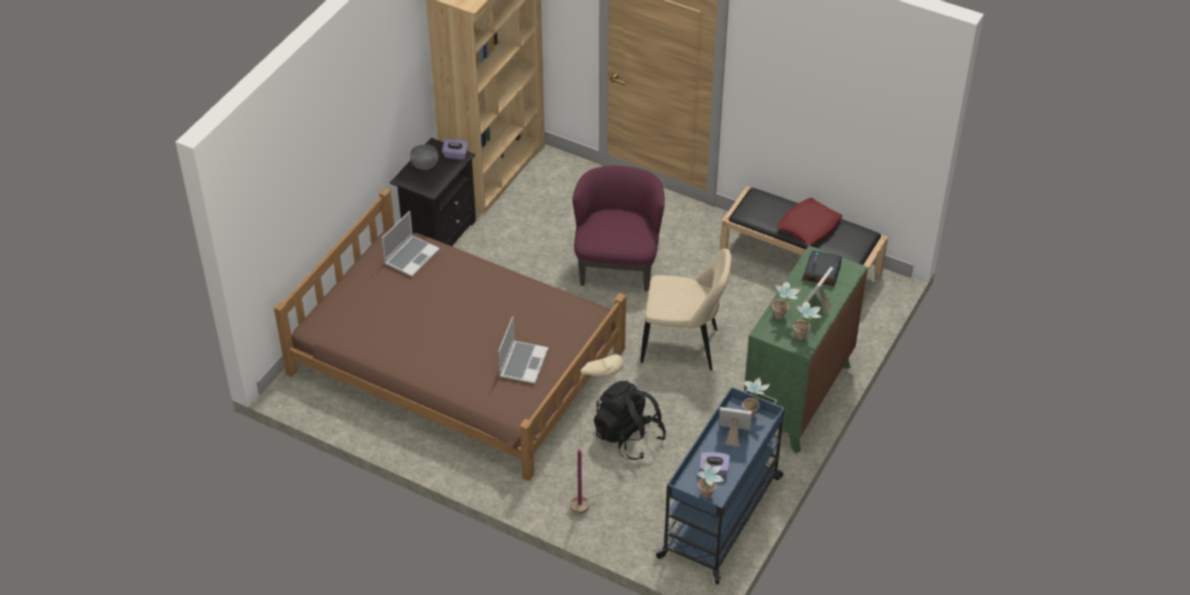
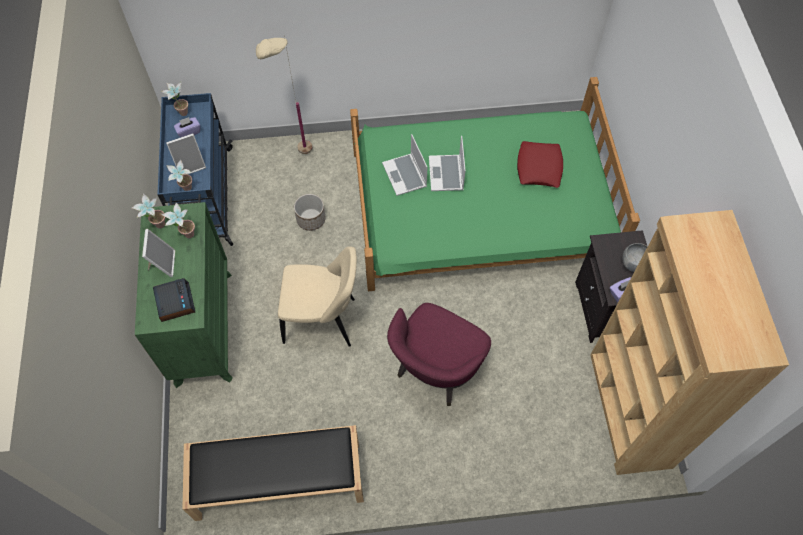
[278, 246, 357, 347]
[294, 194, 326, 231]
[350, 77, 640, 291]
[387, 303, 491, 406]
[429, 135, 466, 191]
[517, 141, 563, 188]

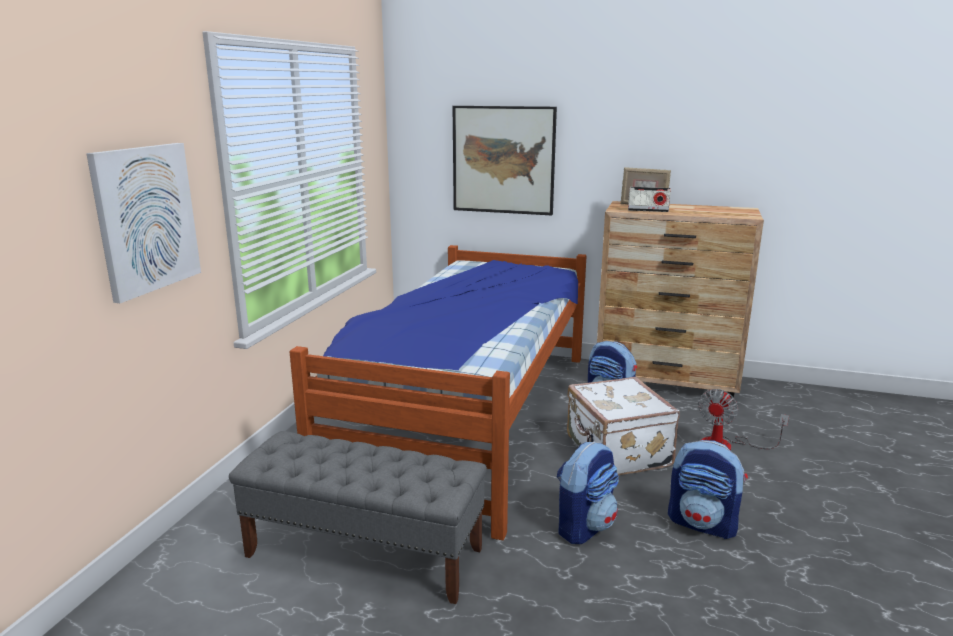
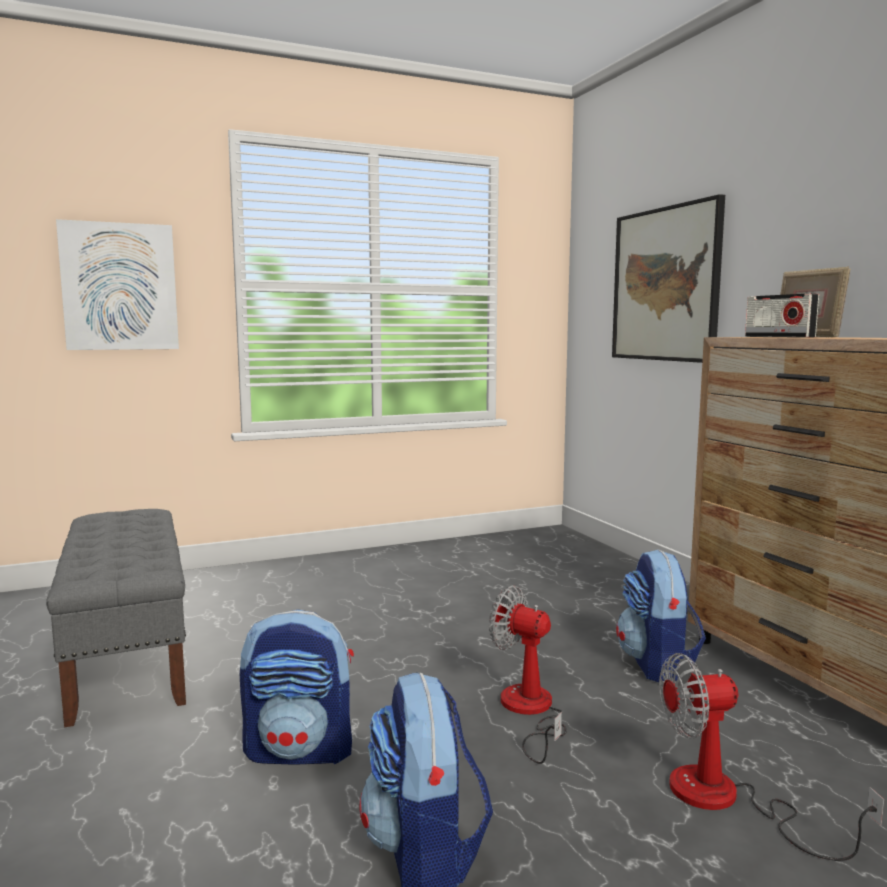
[489, 586, 567, 764]
[290, 245, 587, 540] (first image)

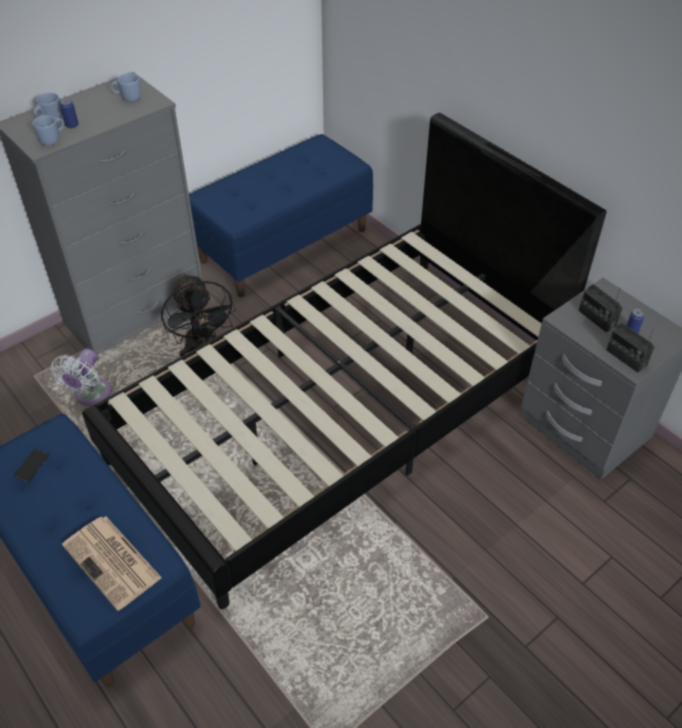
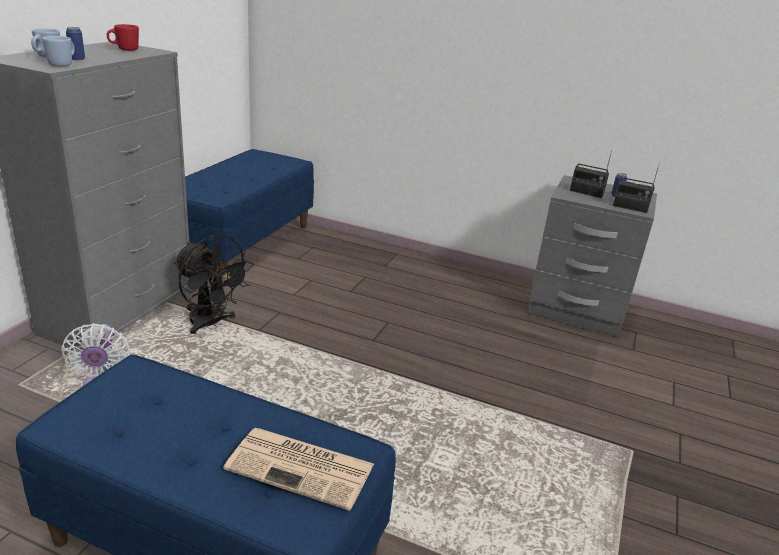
[107, 24, 139, 51]
[14, 449, 49, 482] (first image)
[82, 113, 607, 609] (first image)

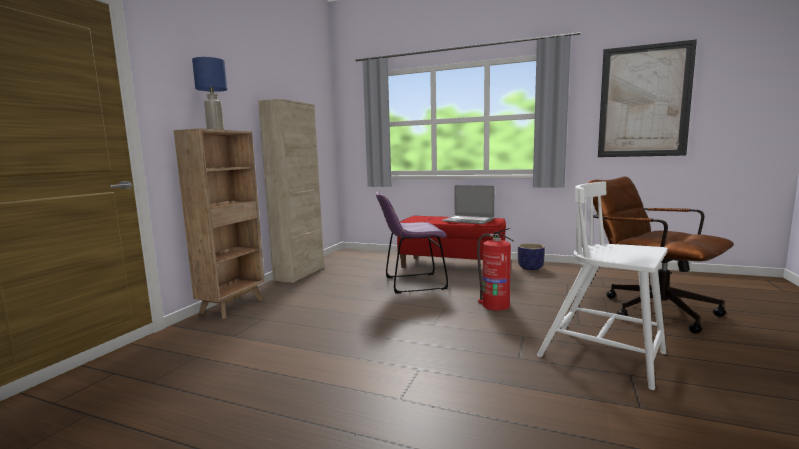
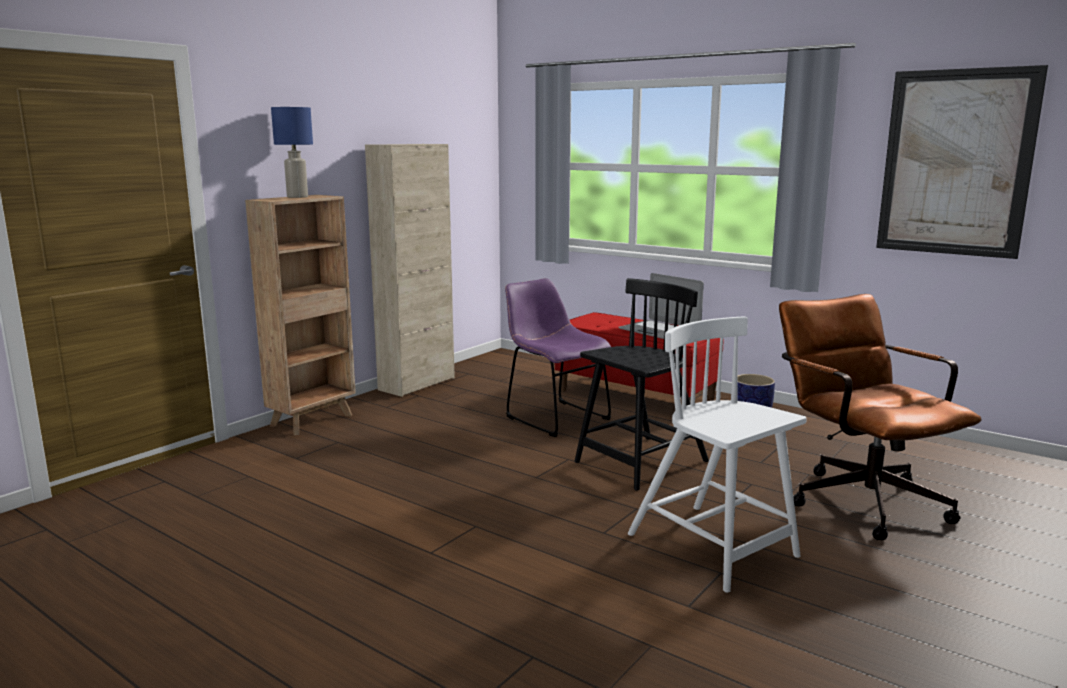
[505, 278, 611, 437]
[574, 278, 709, 490]

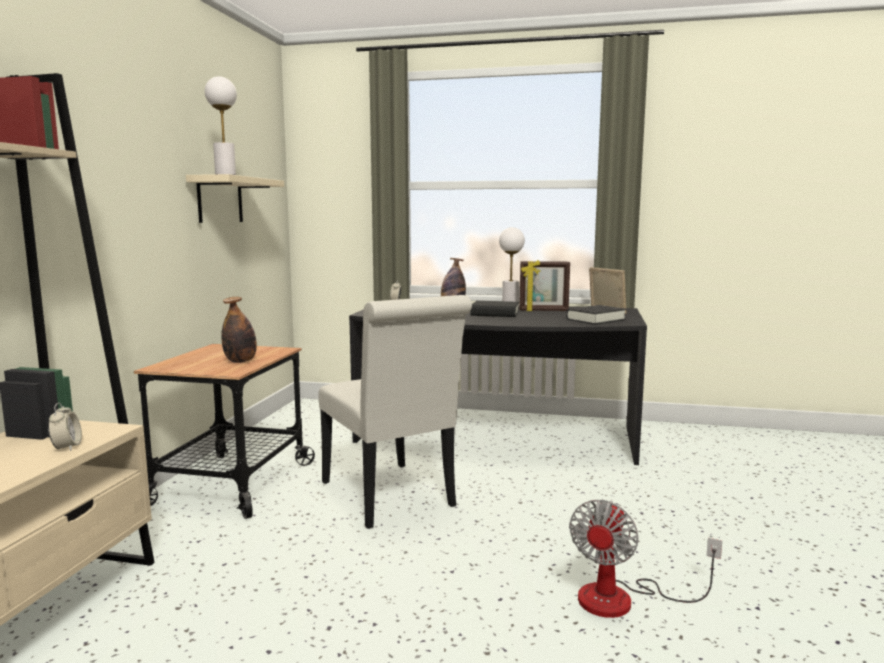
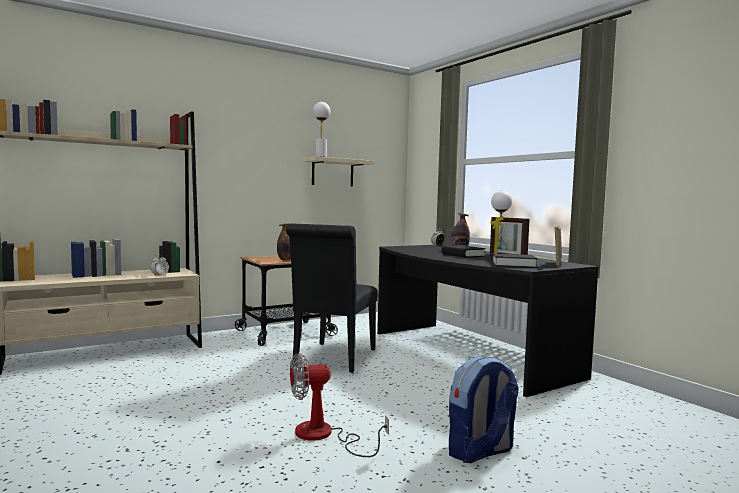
[286, 223, 378, 373]
[449, 356, 519, 463]

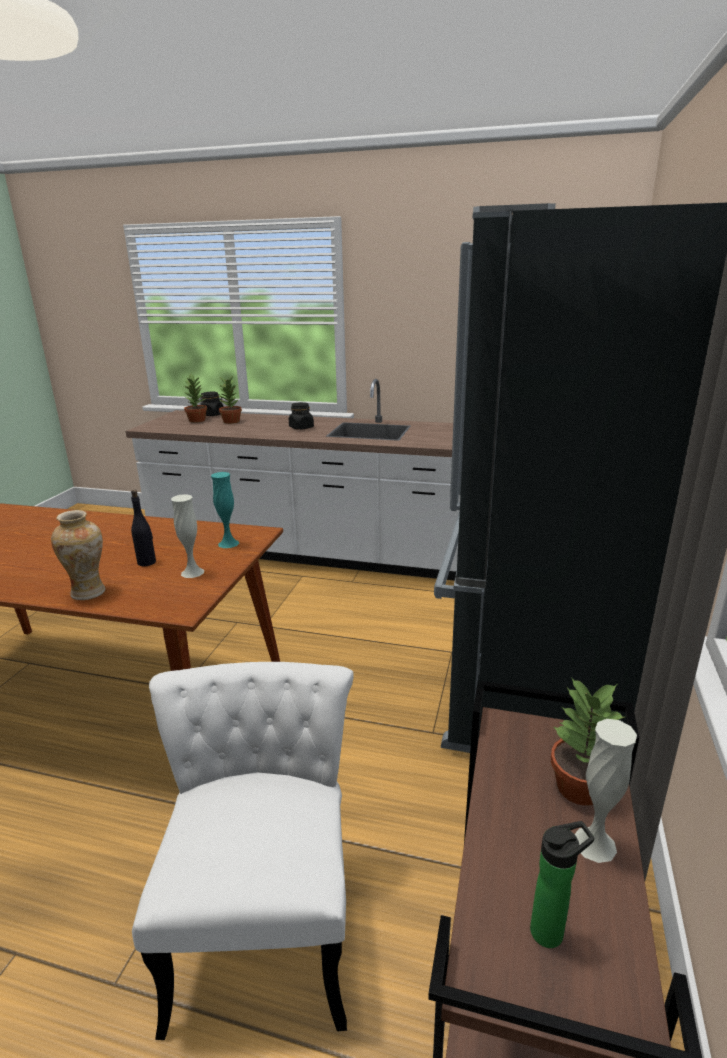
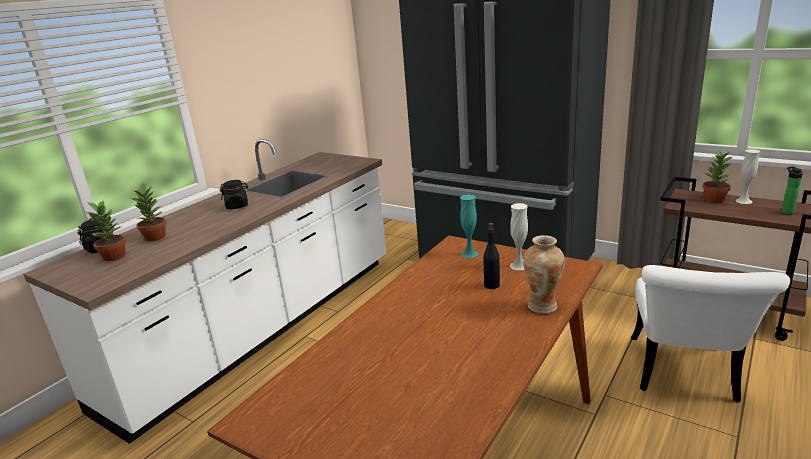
[631, 265, 790, 403]

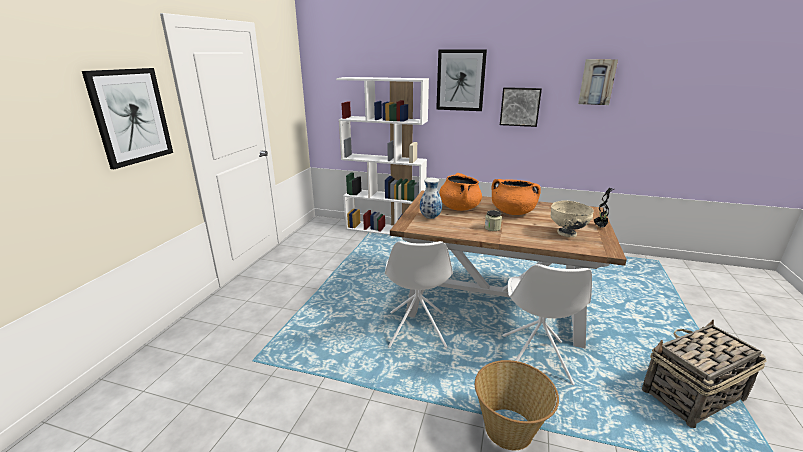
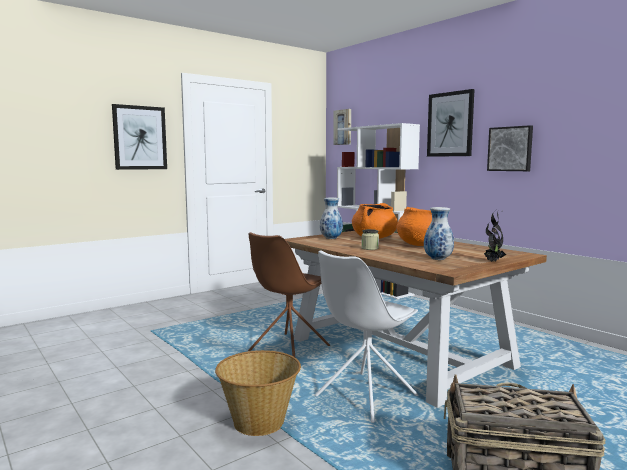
[248, 232, 330, 357]
[333, 109, 351, 145]
[424, 207, 454, 260]

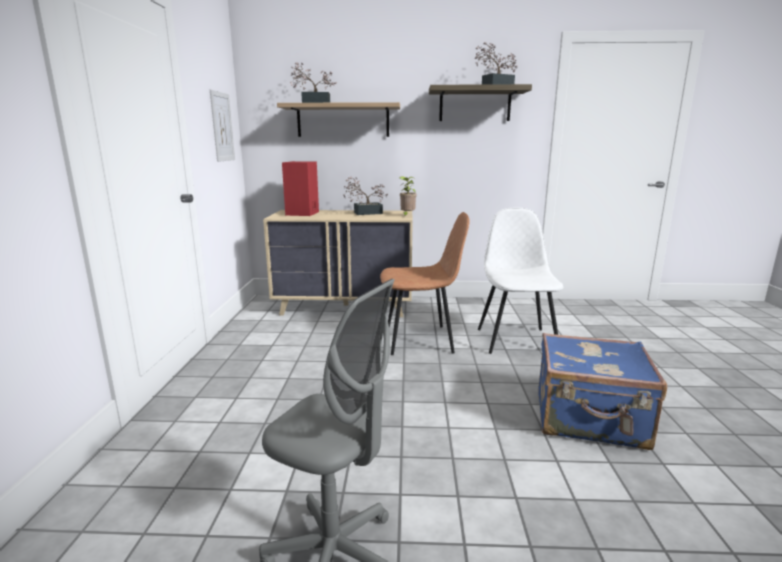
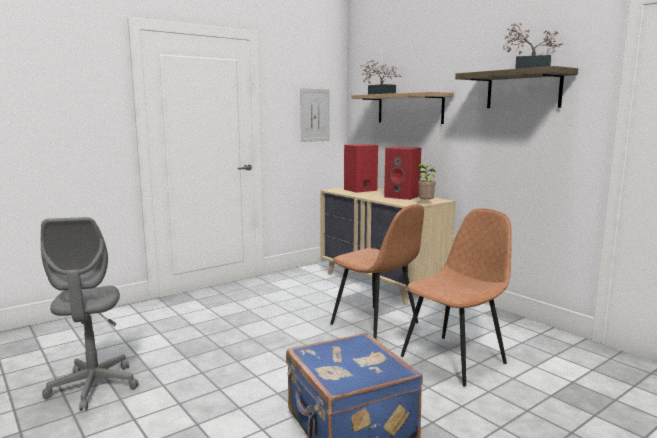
[384, 147, 421, 200]
[401, 208, 512, 387]

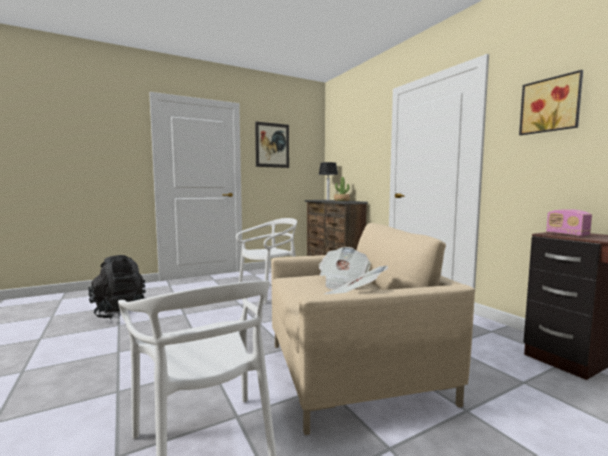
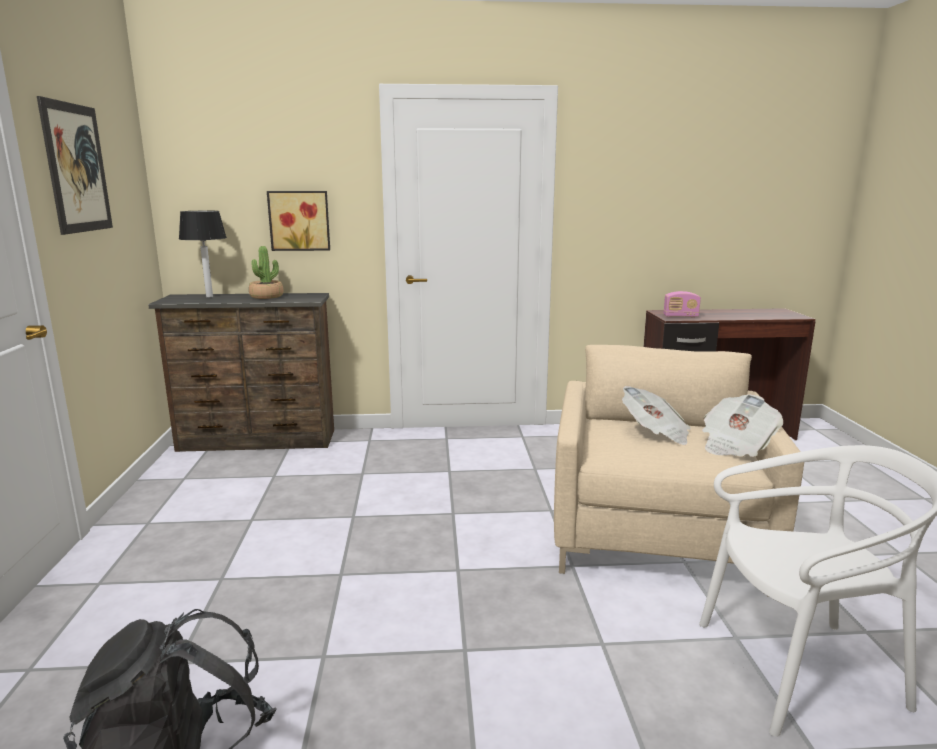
[267, 191, 330, 251]
[236, 218, 297, 304] (first image)

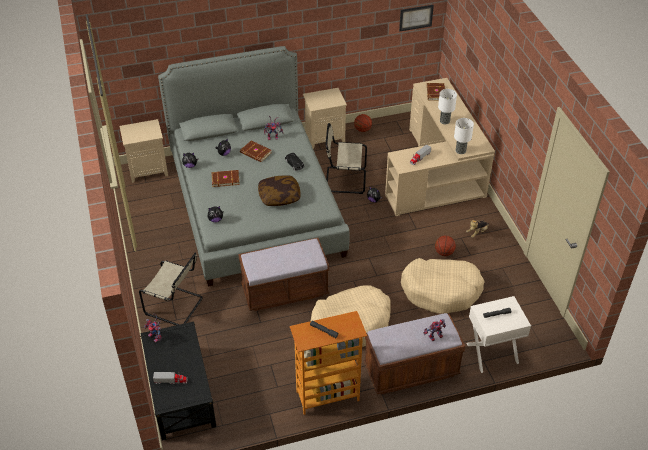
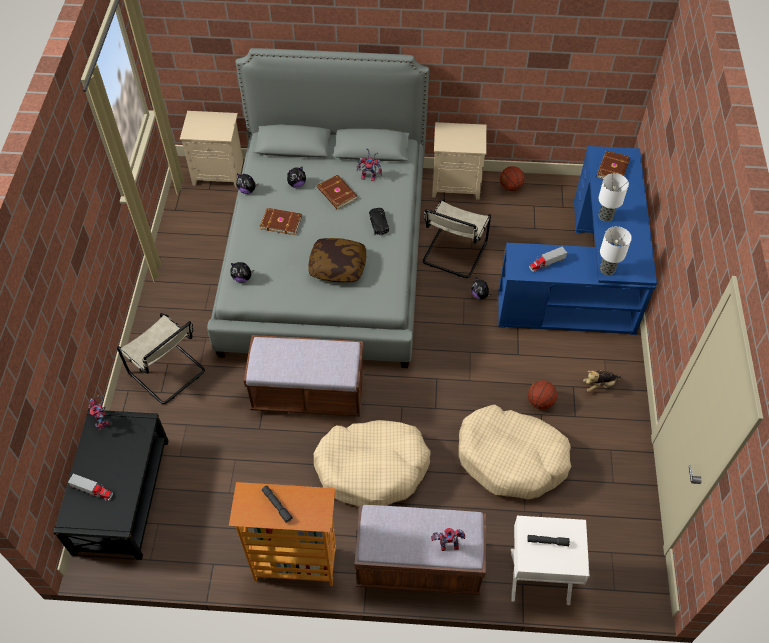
[423, 199, 491, 278]
[498, 146, 657, 335]
[399, 5, 434, 31] (first image)

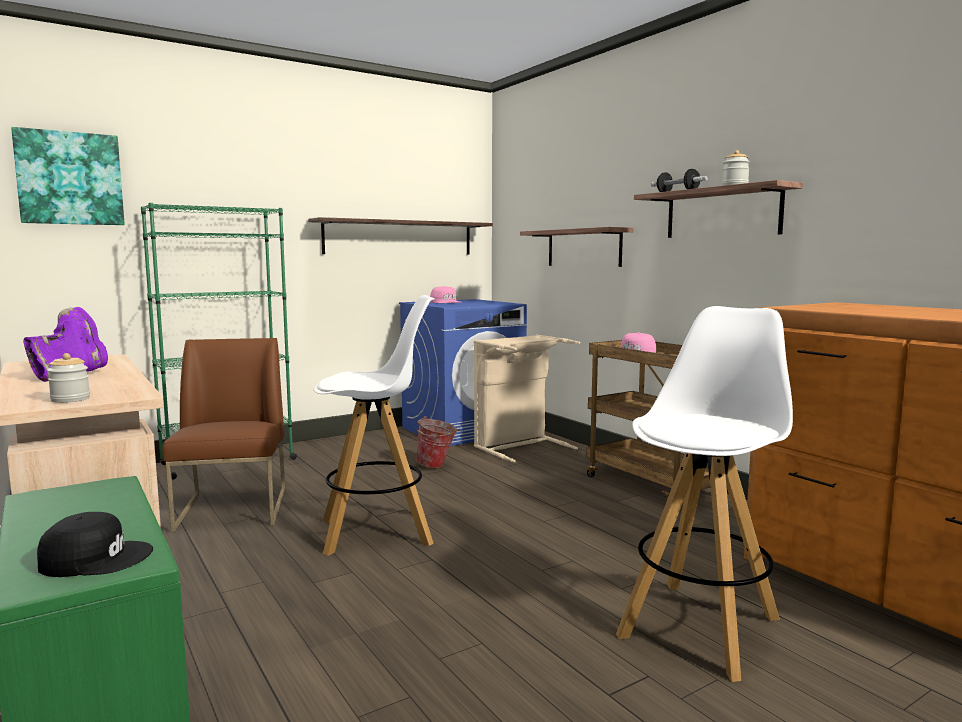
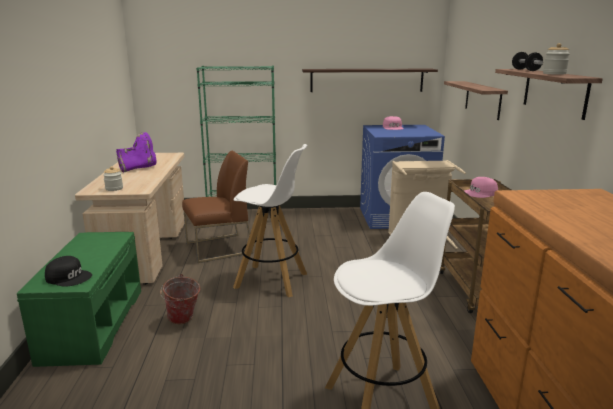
[160, 274, 200, 324]
[182, 150, 254, 263]
[11, 127, 125, 225] (first image)

